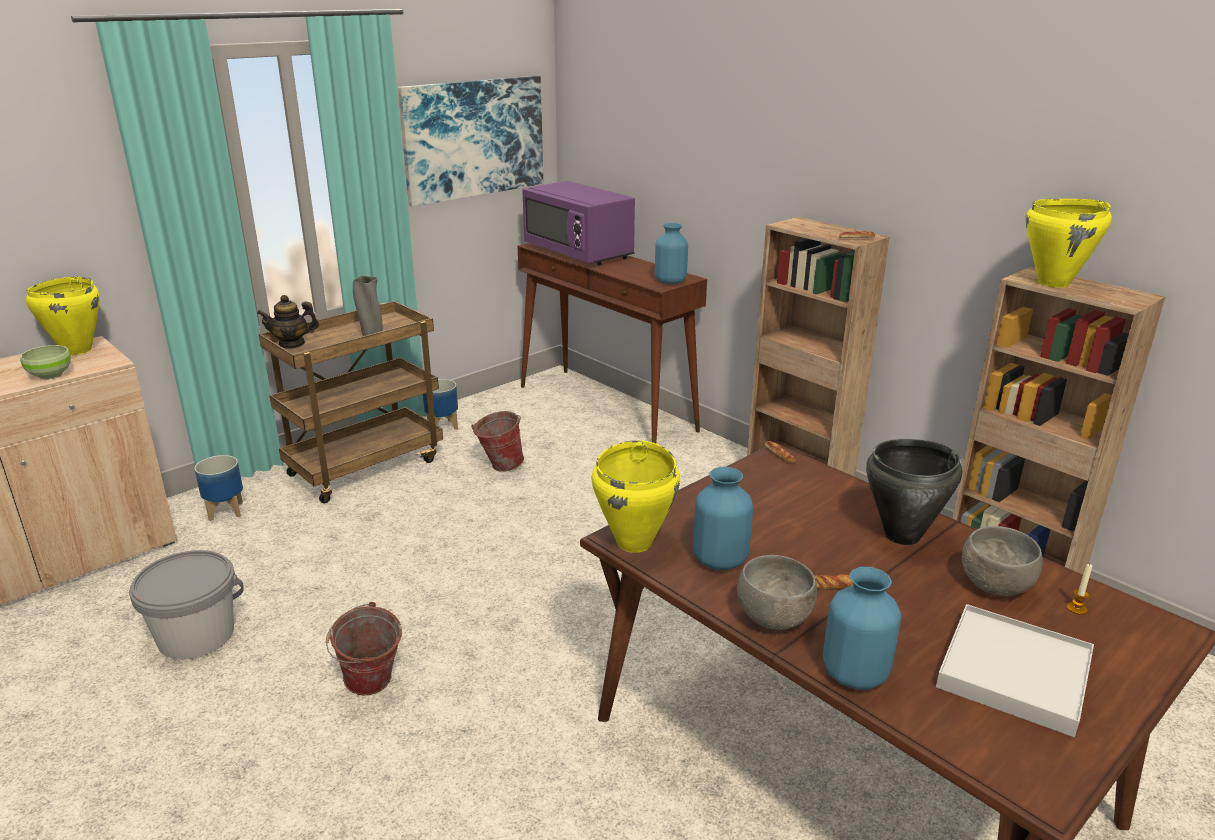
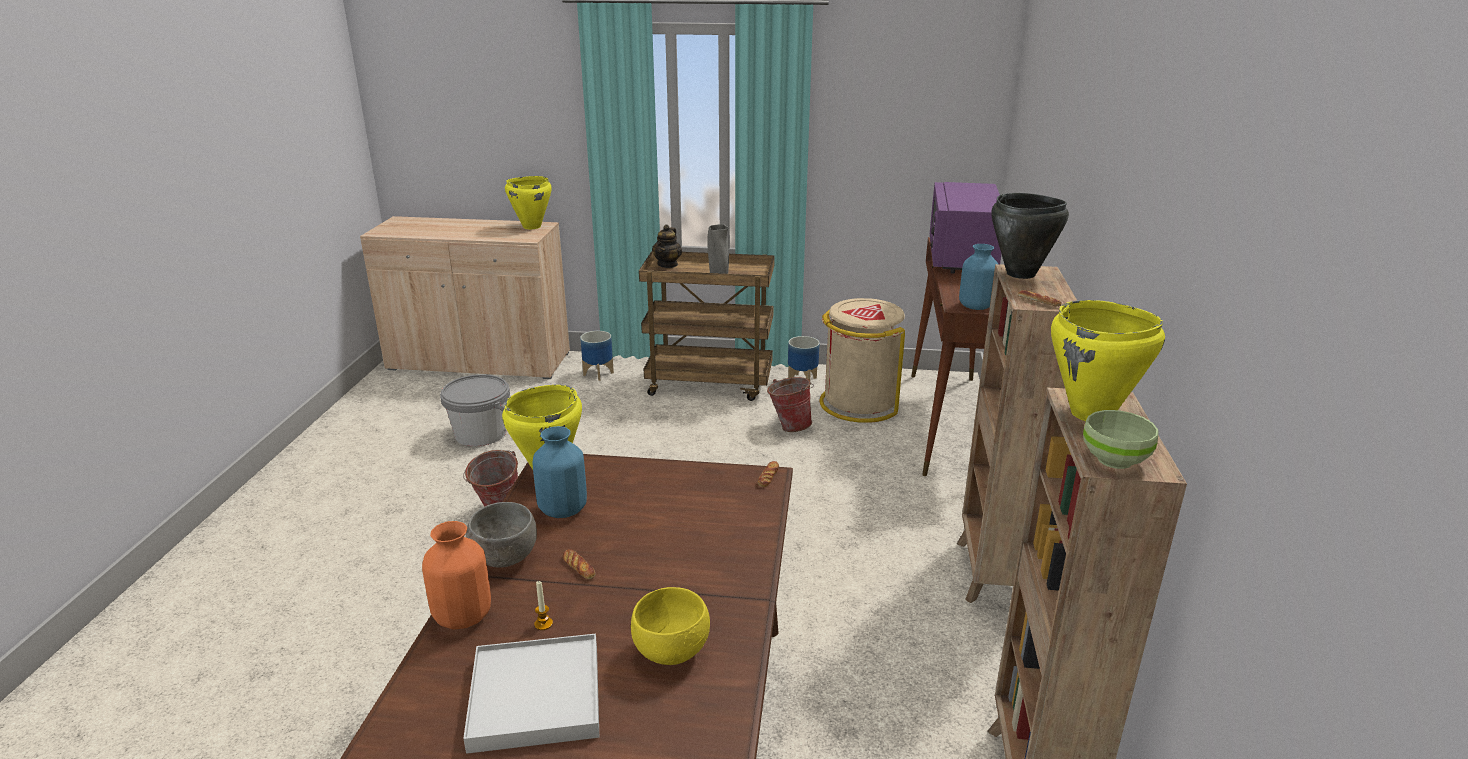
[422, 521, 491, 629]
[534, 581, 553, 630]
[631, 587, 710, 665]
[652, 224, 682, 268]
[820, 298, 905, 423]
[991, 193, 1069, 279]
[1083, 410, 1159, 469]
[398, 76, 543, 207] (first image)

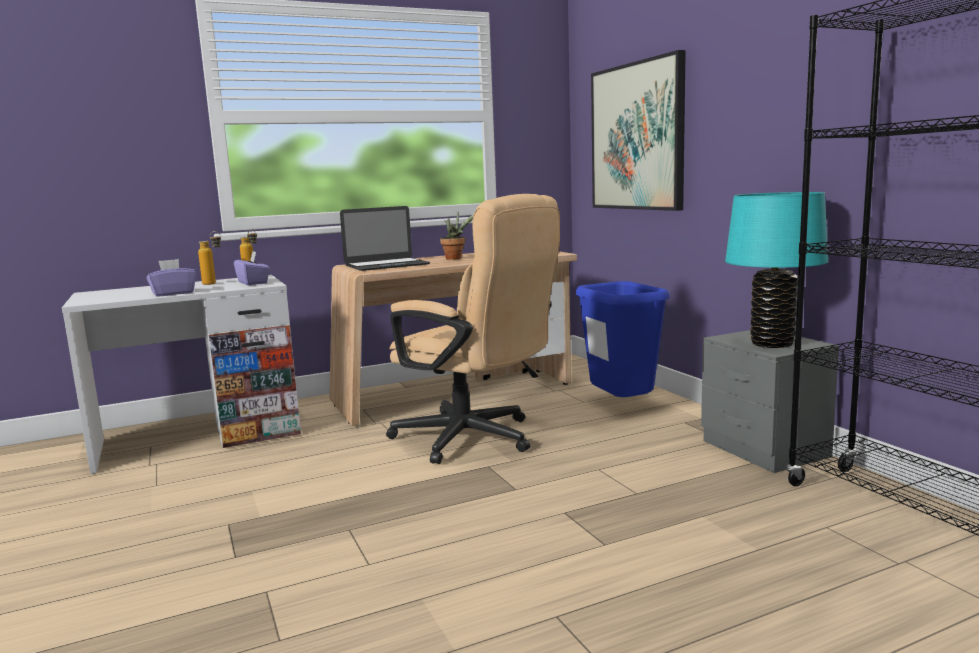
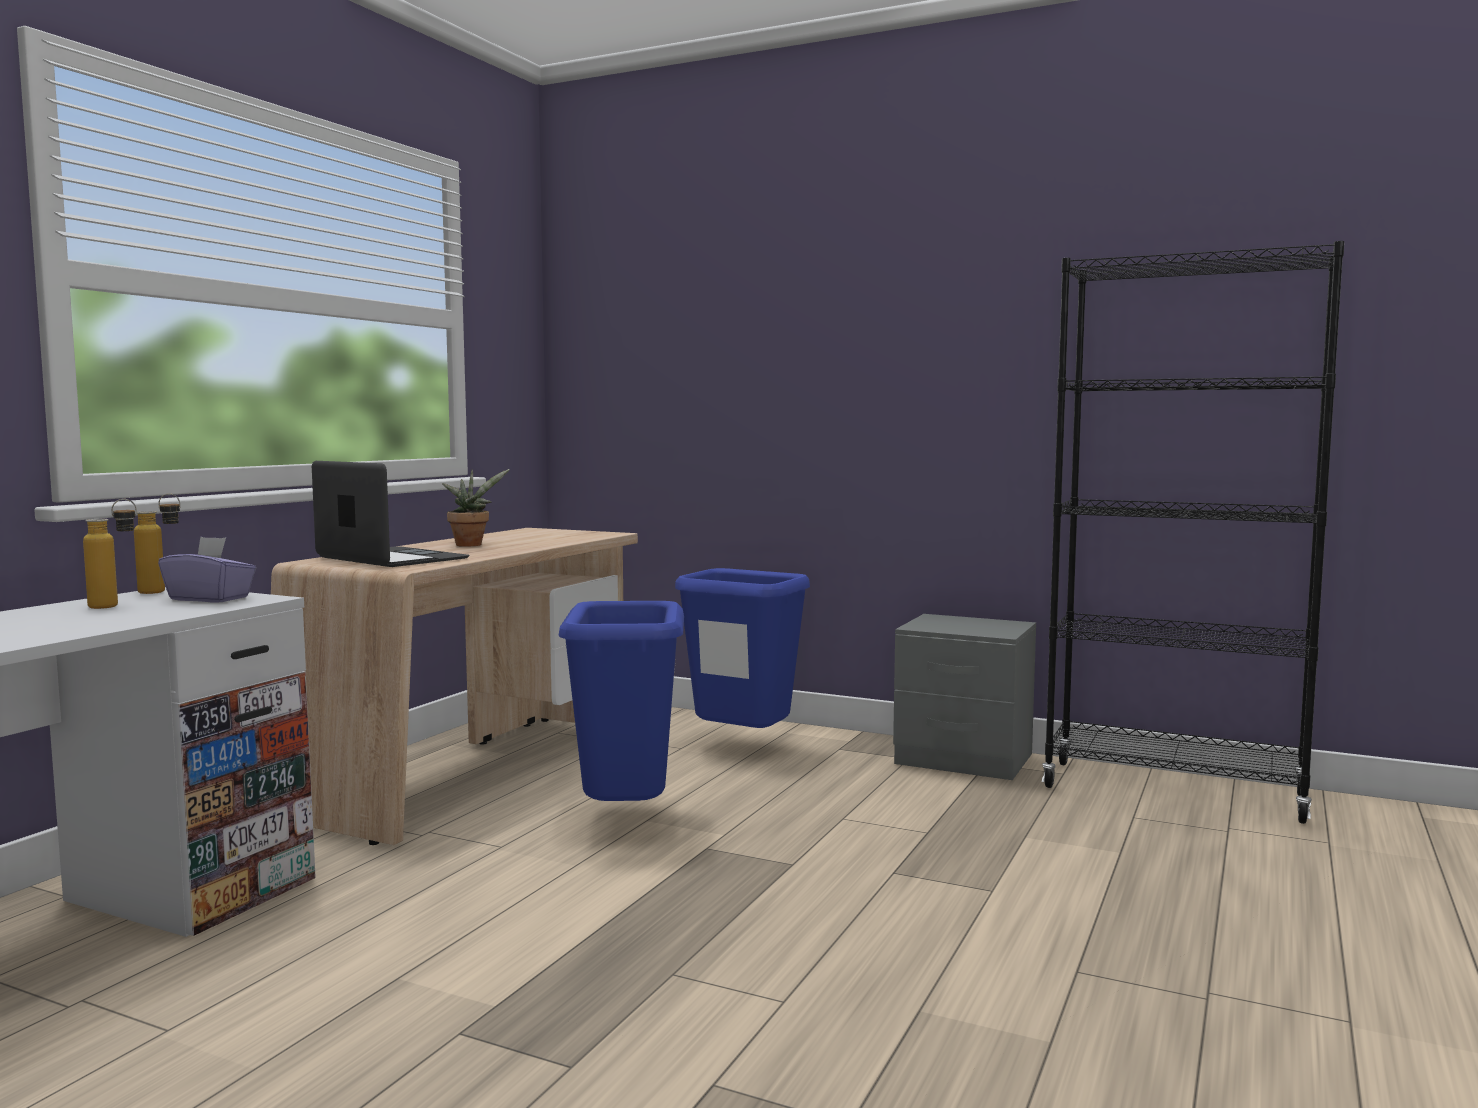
[312, 461, 469, 567]
[559, 601, 684, 801]
[146, 259, 196, 296] (first image)
[591, 50, 686, 211] (first image)
[725, 192, 828, 348] (first image)

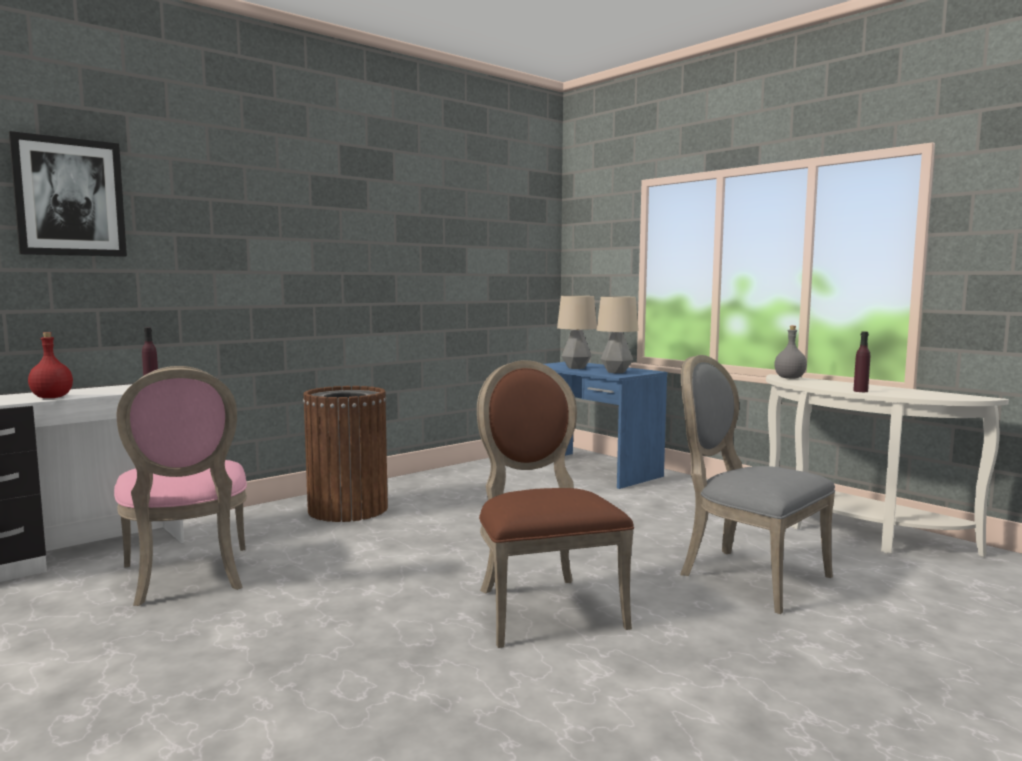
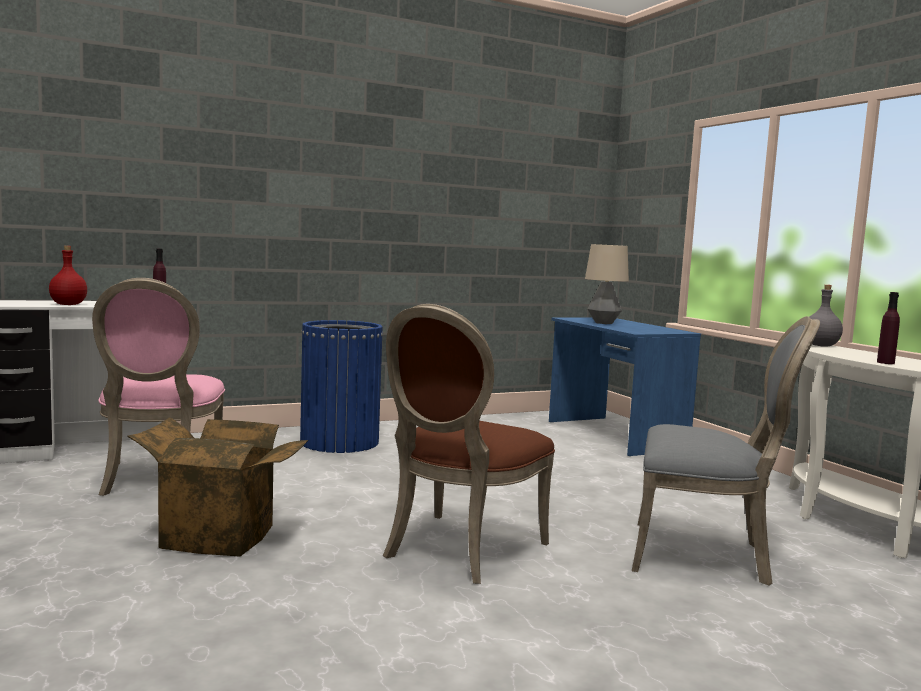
[127, 417, 308, 557]
[300, 320, 383, 453]
[383, 304, 555, 584]
[632, 316, 820, 586]
[9, 131, 127, 257] (first image)
[597, 296, 639, 373] (first image)

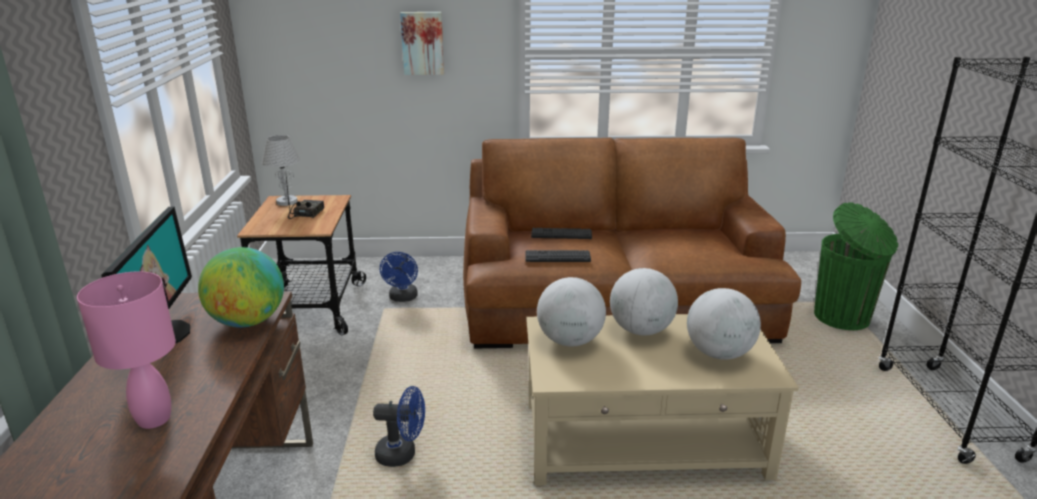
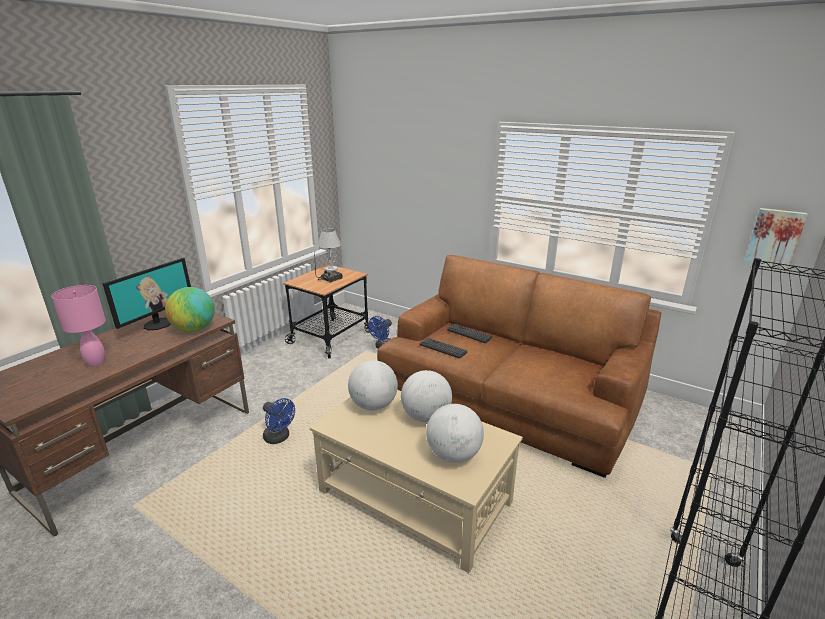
[744, 208, 808, 271]
[814, 202, 898, 330] (first image)

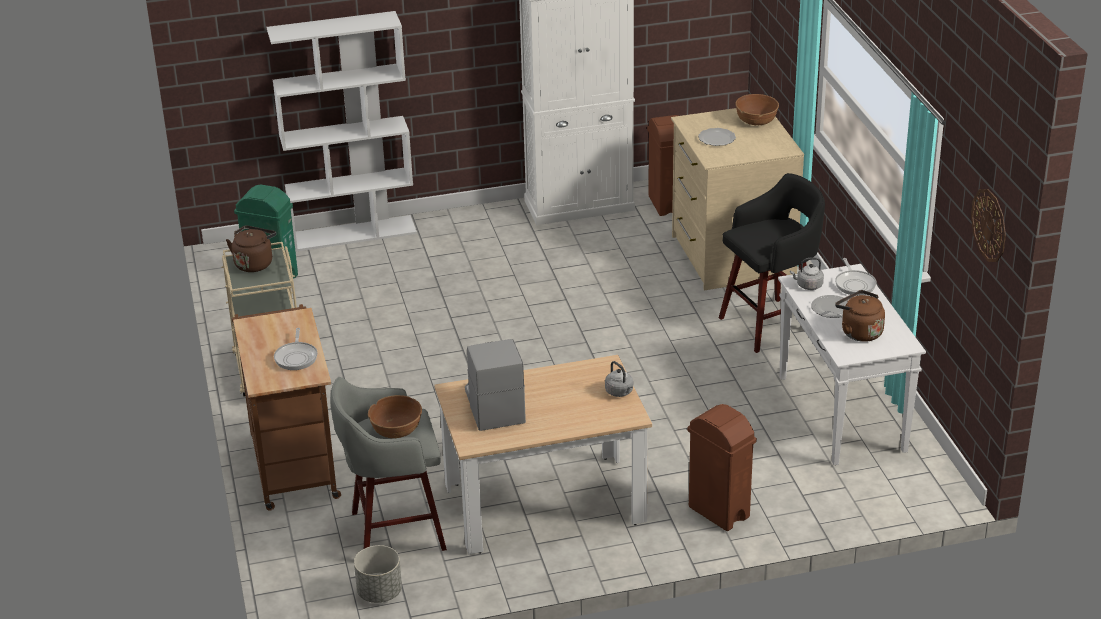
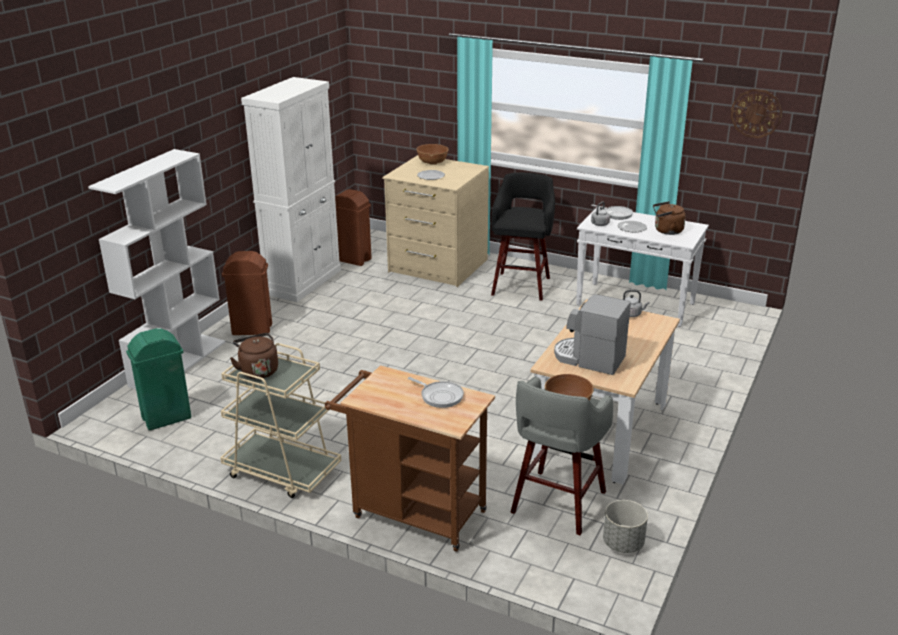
[222, 251, 272, 335]

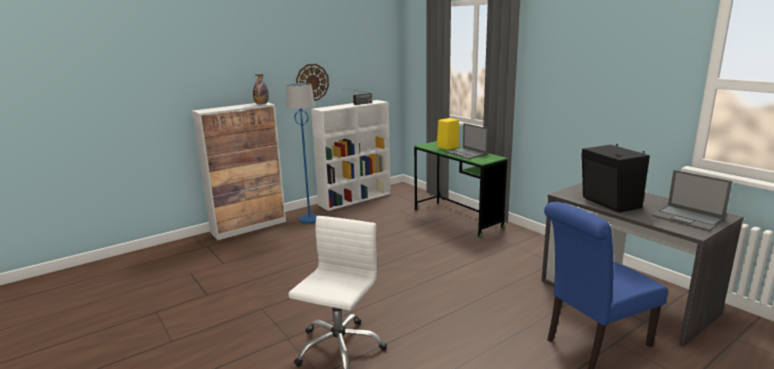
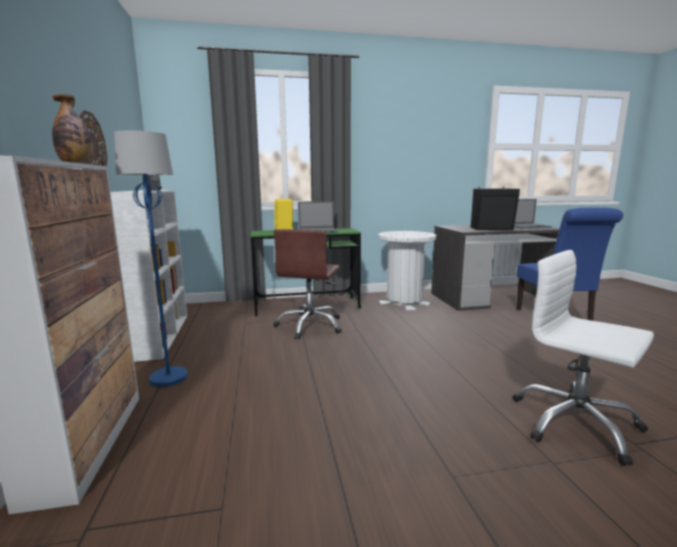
[273, 229, 342, 339]
[378, 231, 436, 310]

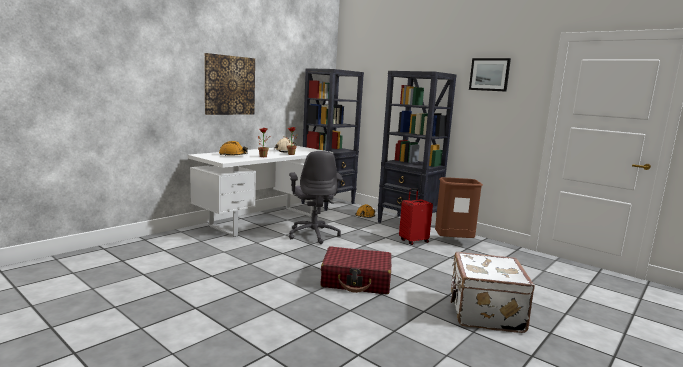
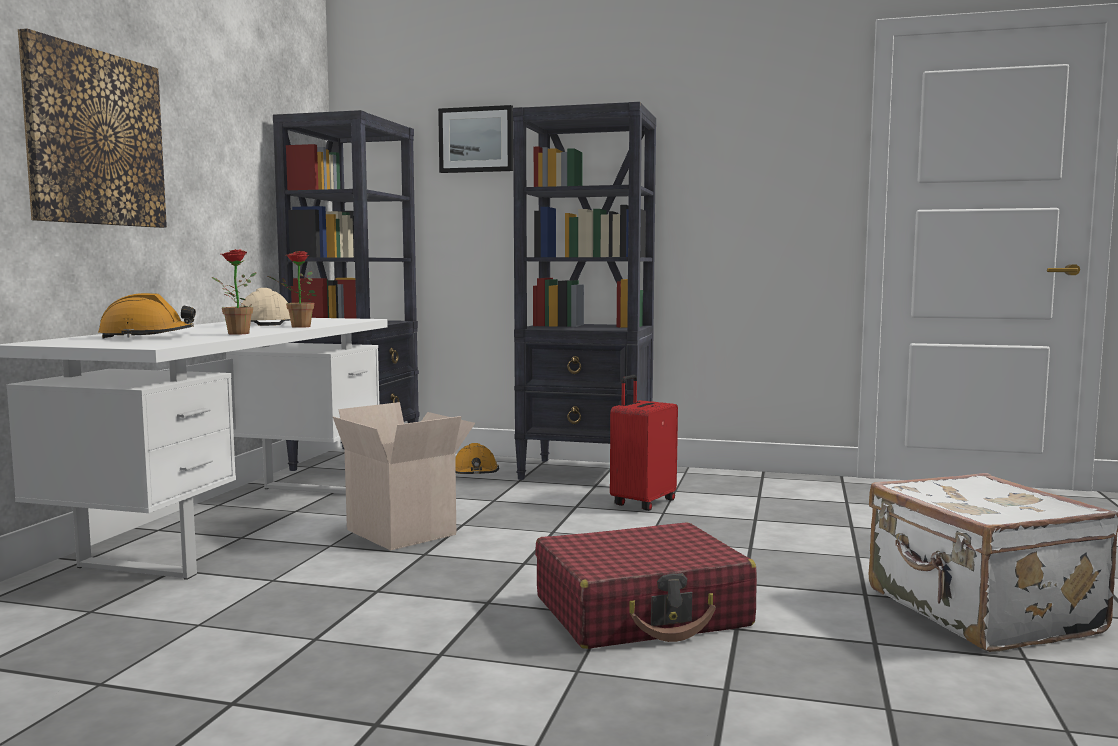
[333, 402, 475, 550]
[438, 105, 513, 173]
[435, 177, 483, 238] (first image)

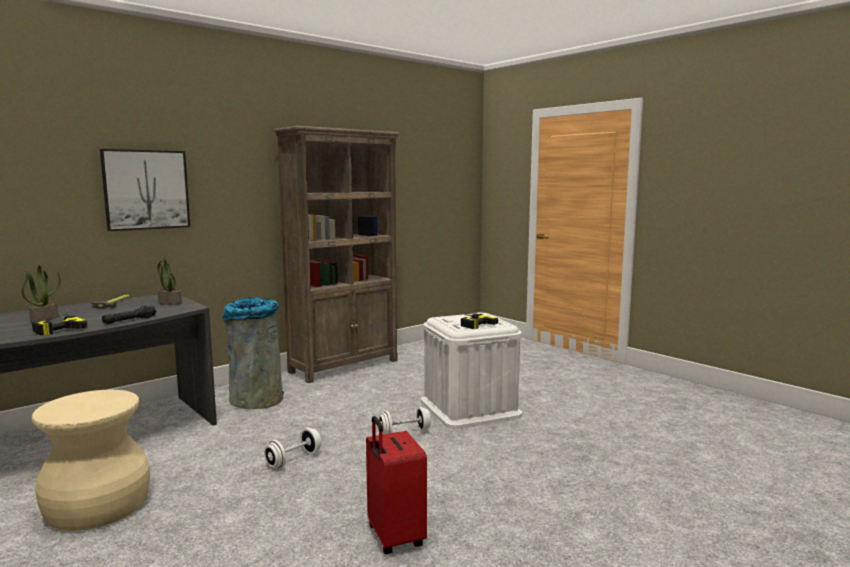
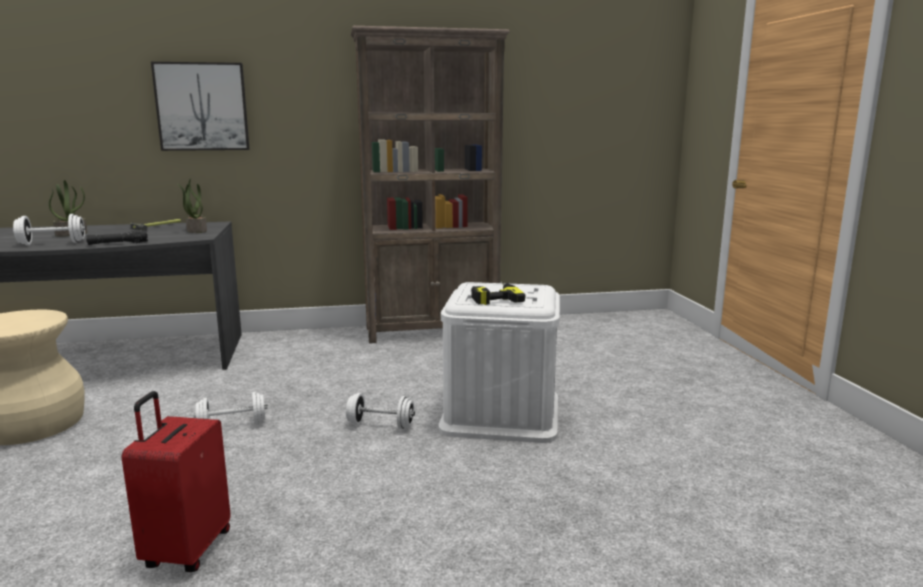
[13, 214, 86, 245]
[222, 297, 284, 409] (first image)

